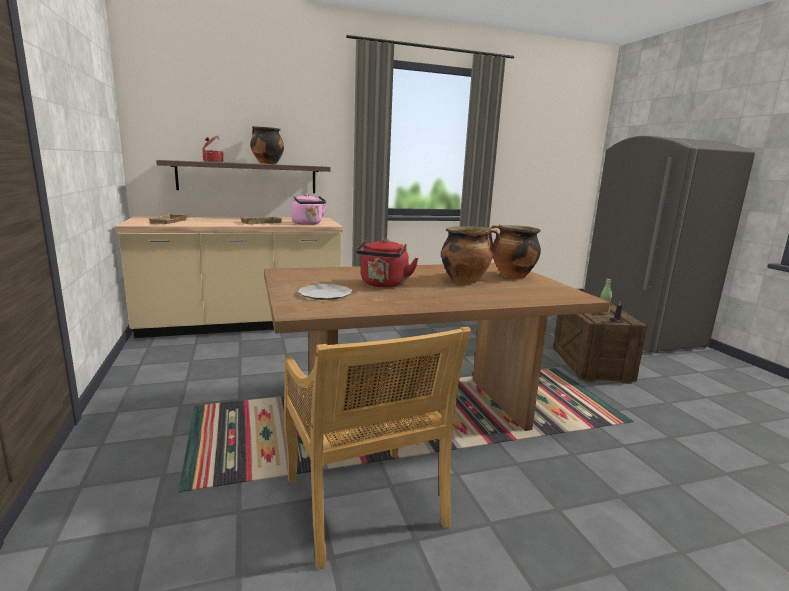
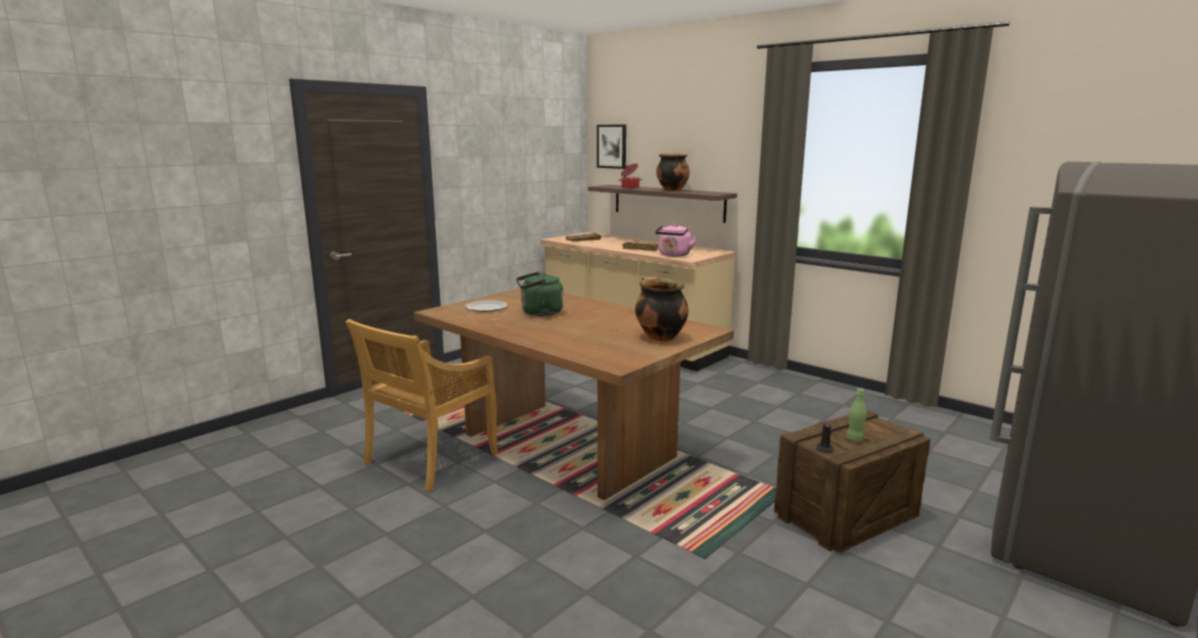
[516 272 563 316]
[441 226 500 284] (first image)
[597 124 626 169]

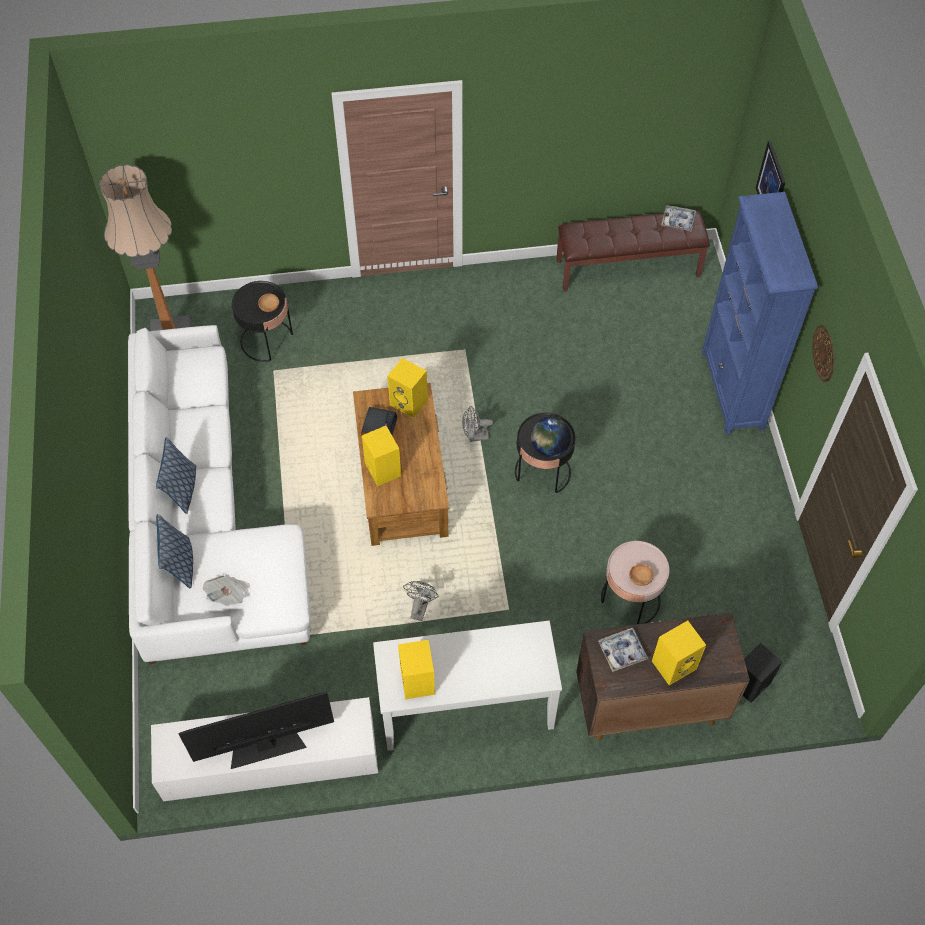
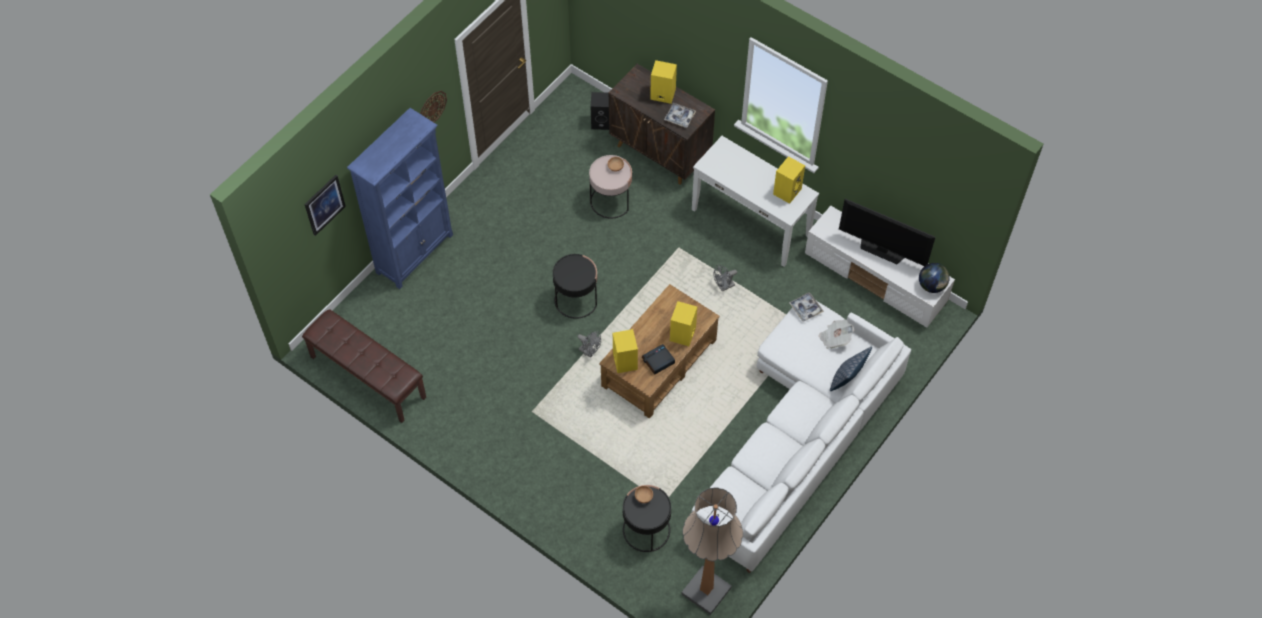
[156 437 196 514] (first image)
[919 263 950 293]
[789 292 824 322]

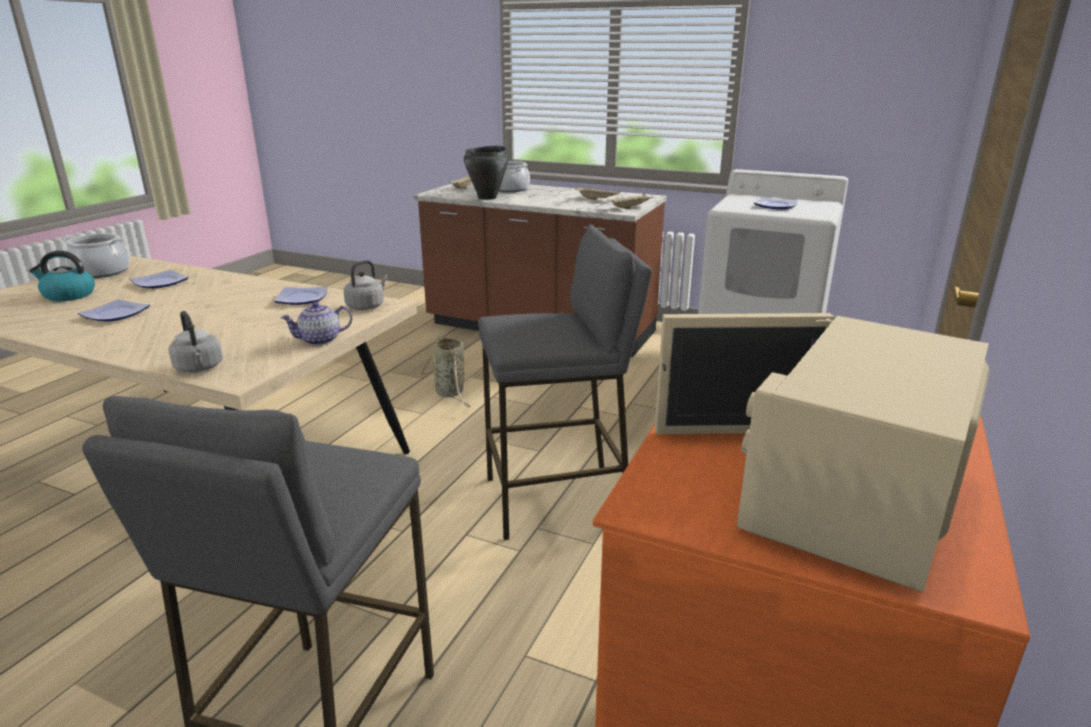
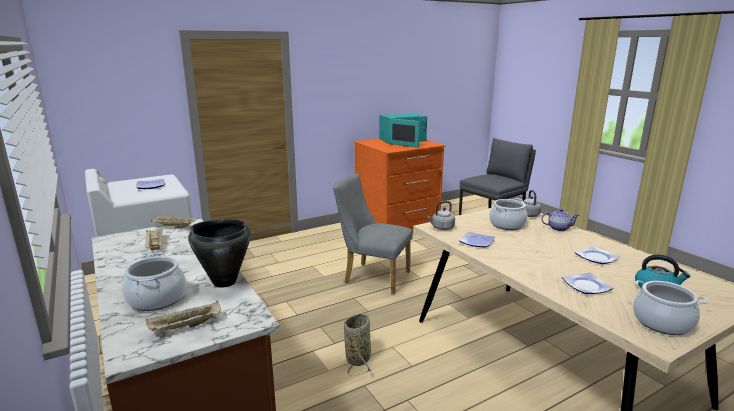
[542 209 579 231]
[333 173 413 294]
[379 113 427 148]
[489 198 527 230]

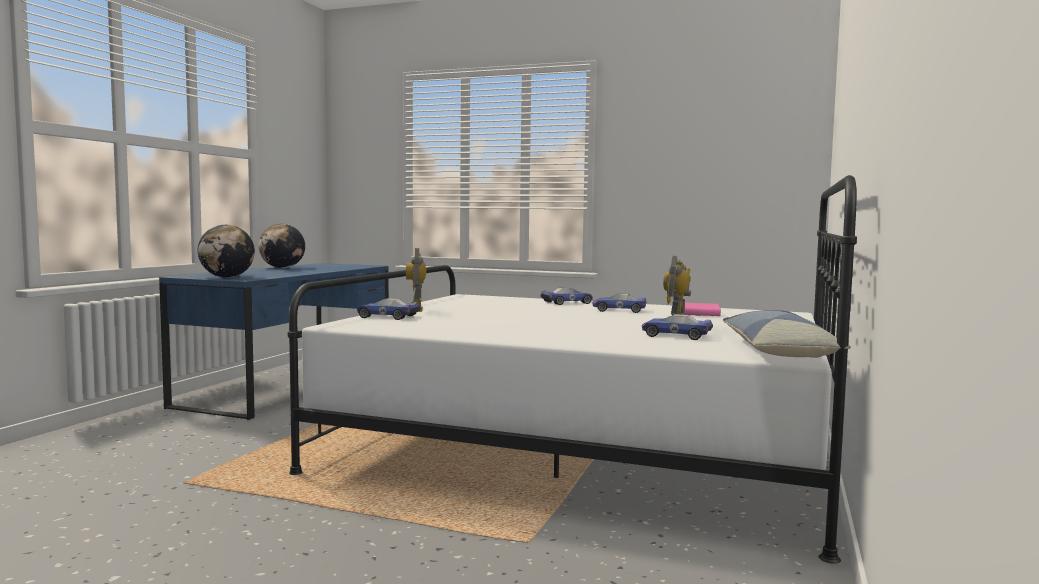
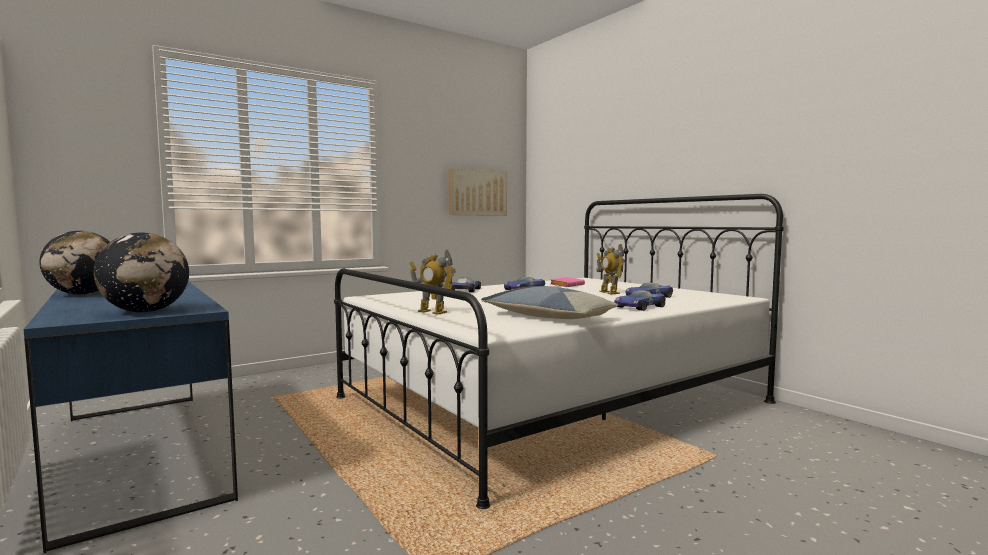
[615 290 666 311]
[481 286 619 319]
[449 168 507 216]

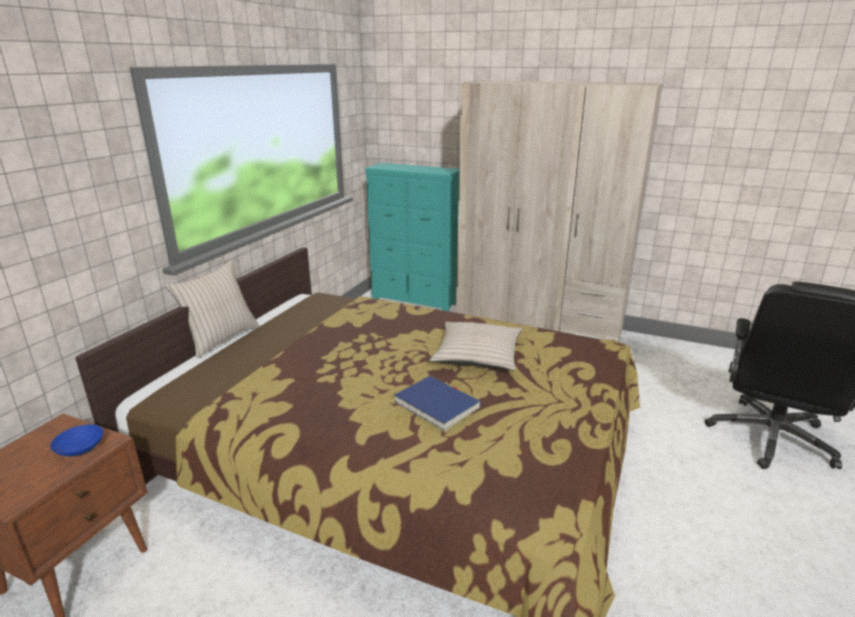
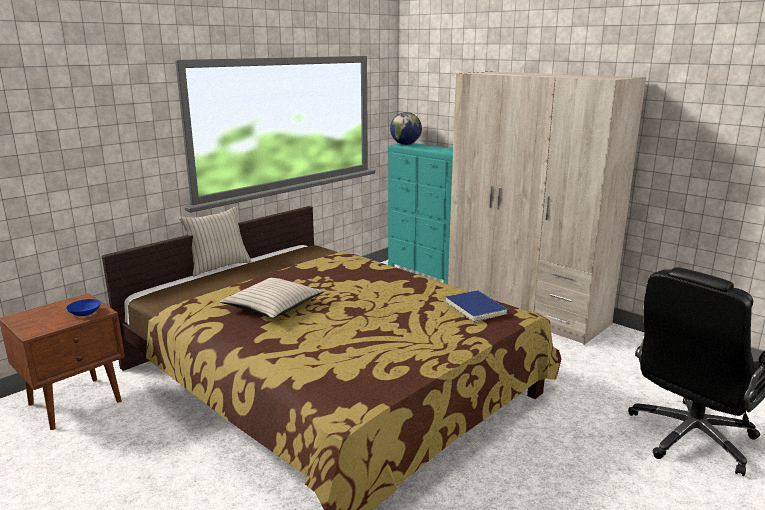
[445 290 509 323]
[220 278 324 318]
[390 112 422 145]

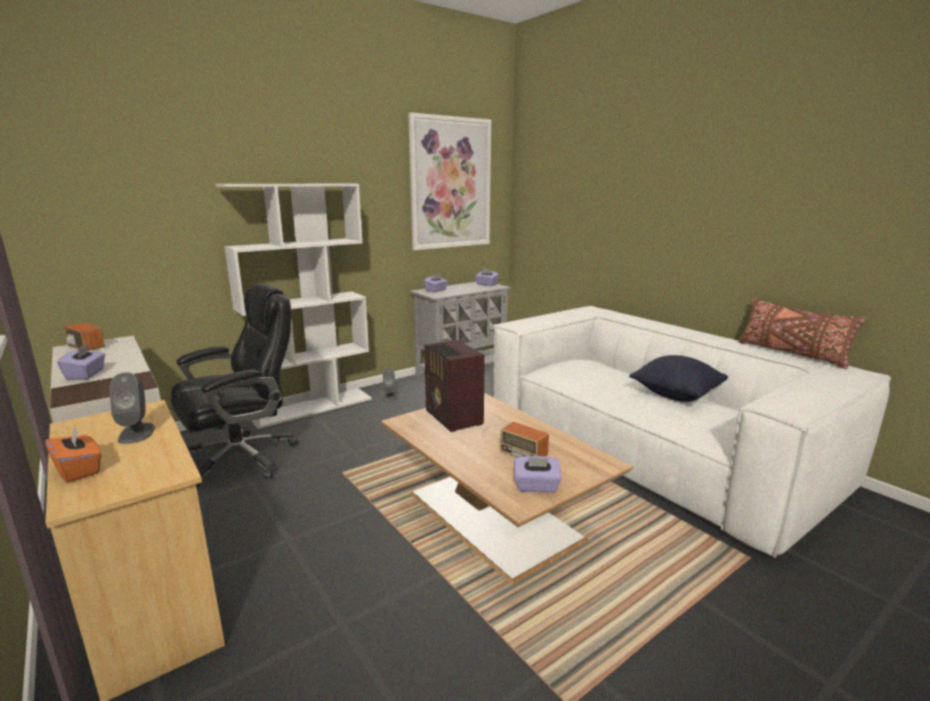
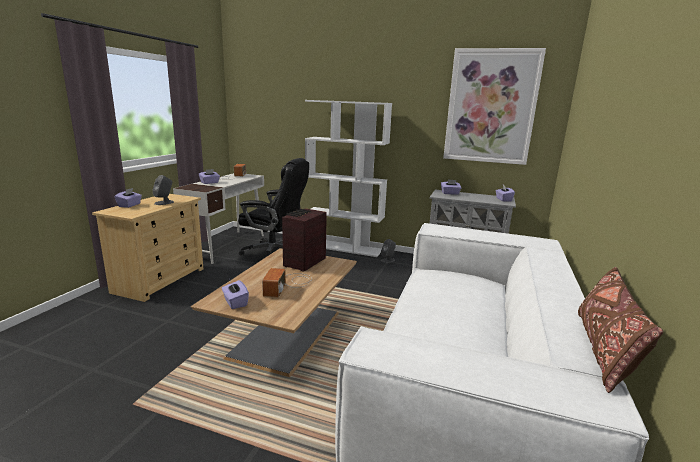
[115 188 142 208]
[629 355 728 402] (first image)

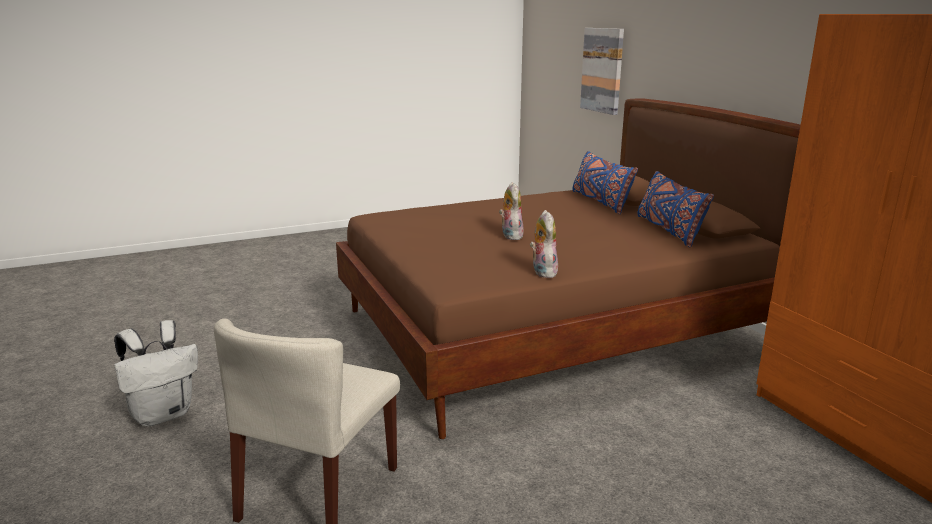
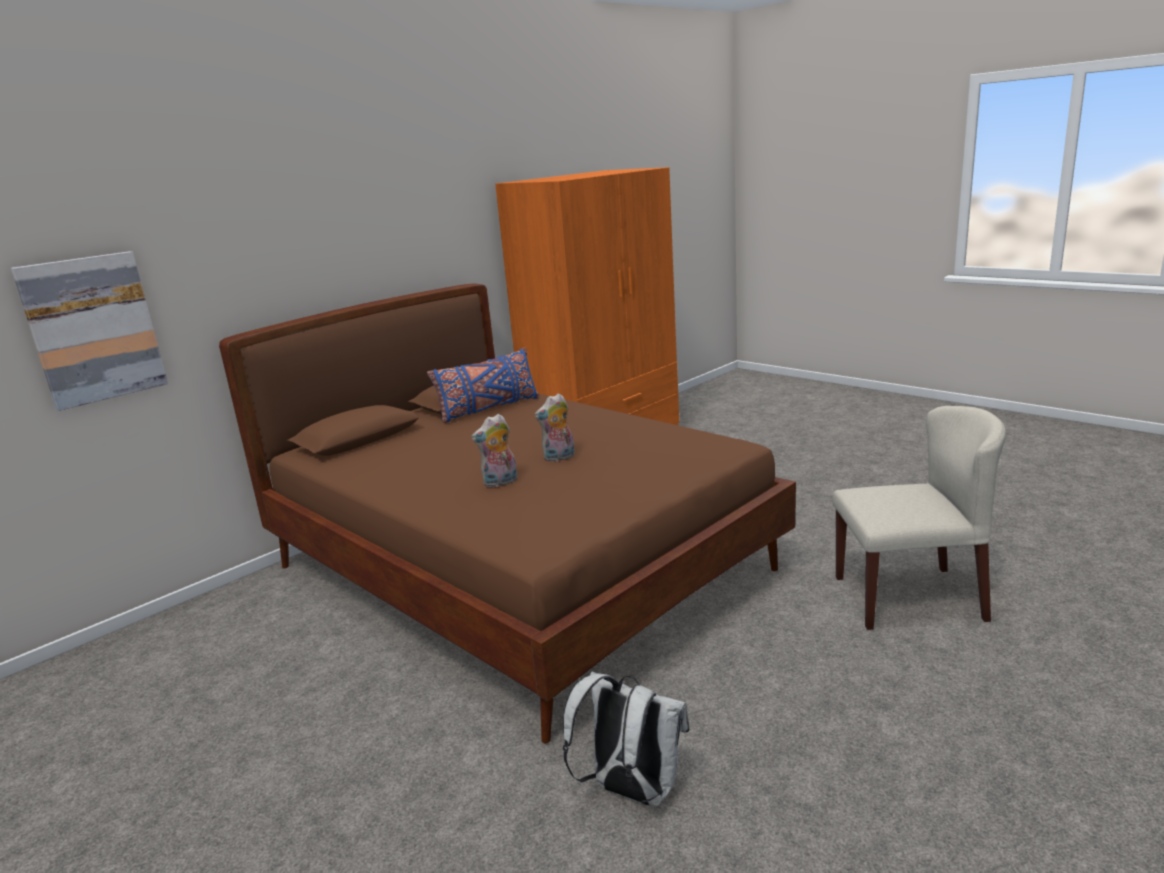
[563 671 689 807]
[471 414 517 487]
[572 151 638 215] (first image)

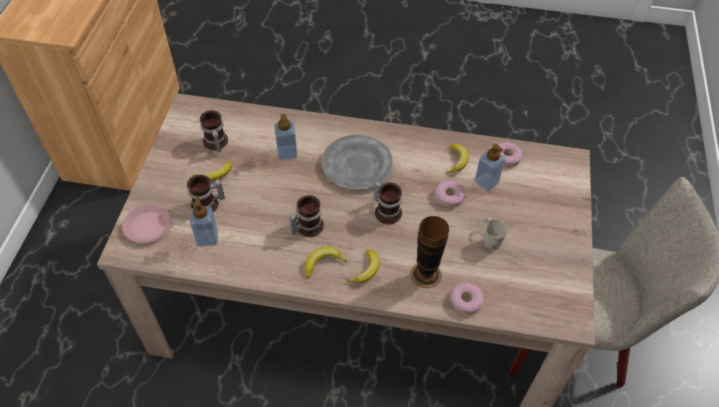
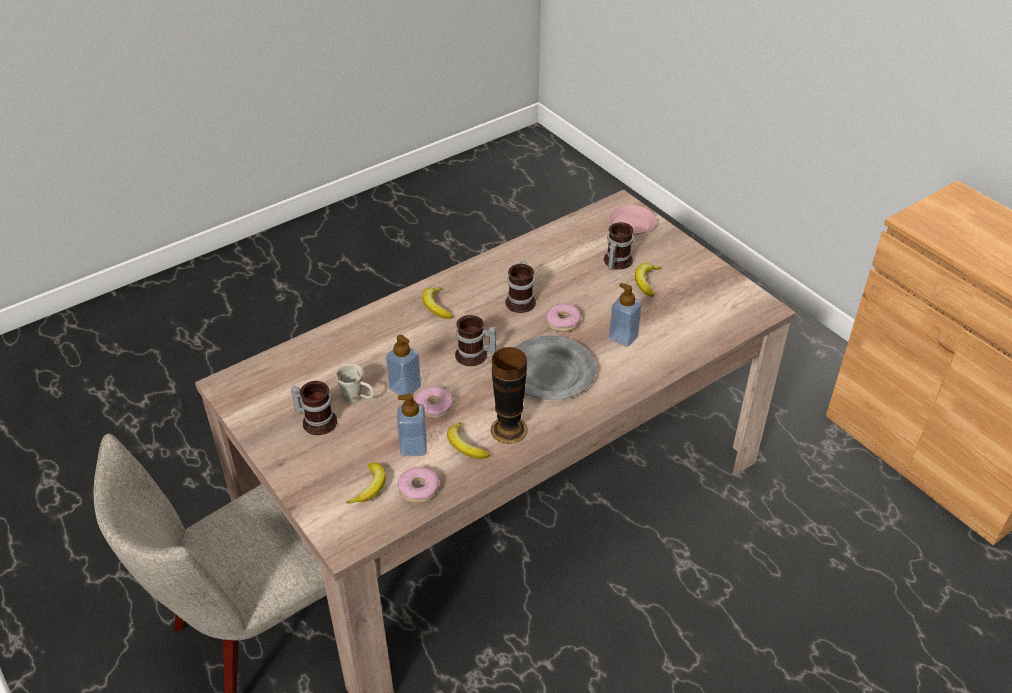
[386 335 421 395]
[291 381 337 435]
[346 463 386 504]
[491 347 528 444]
[545 304 581 332]

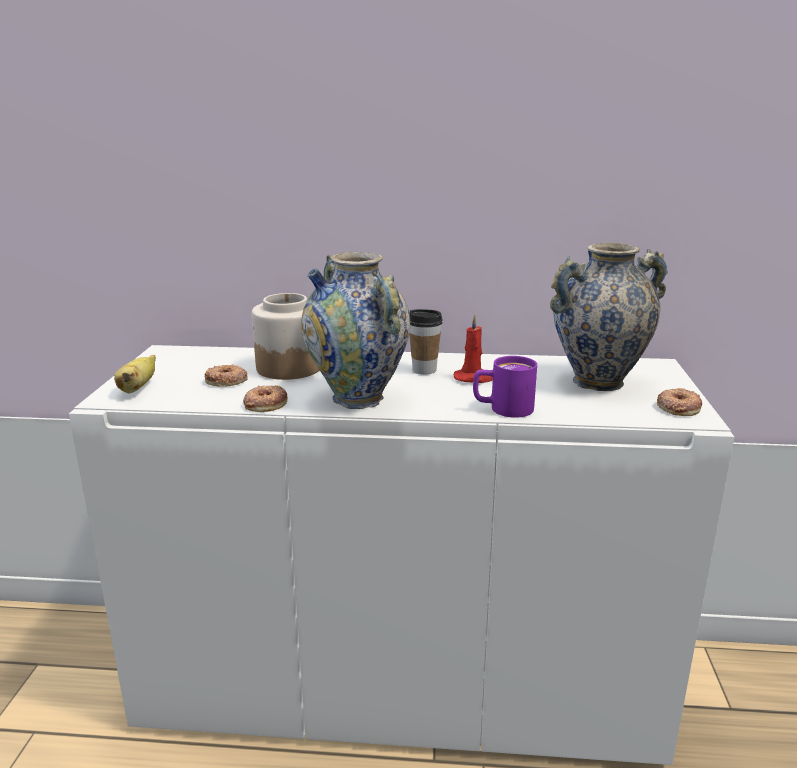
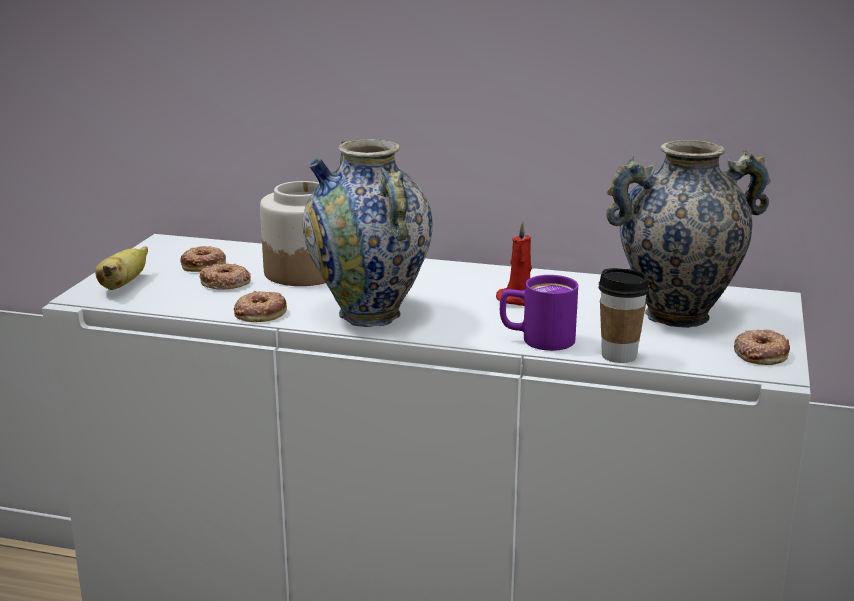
[598 268 650 363]
[180 246 226 272]

